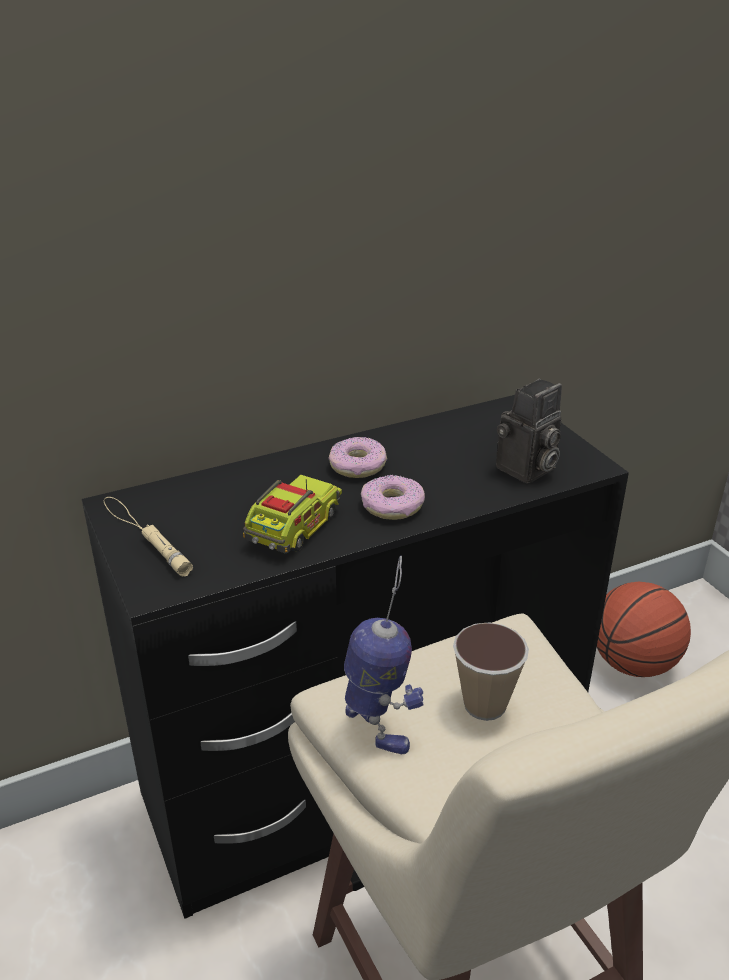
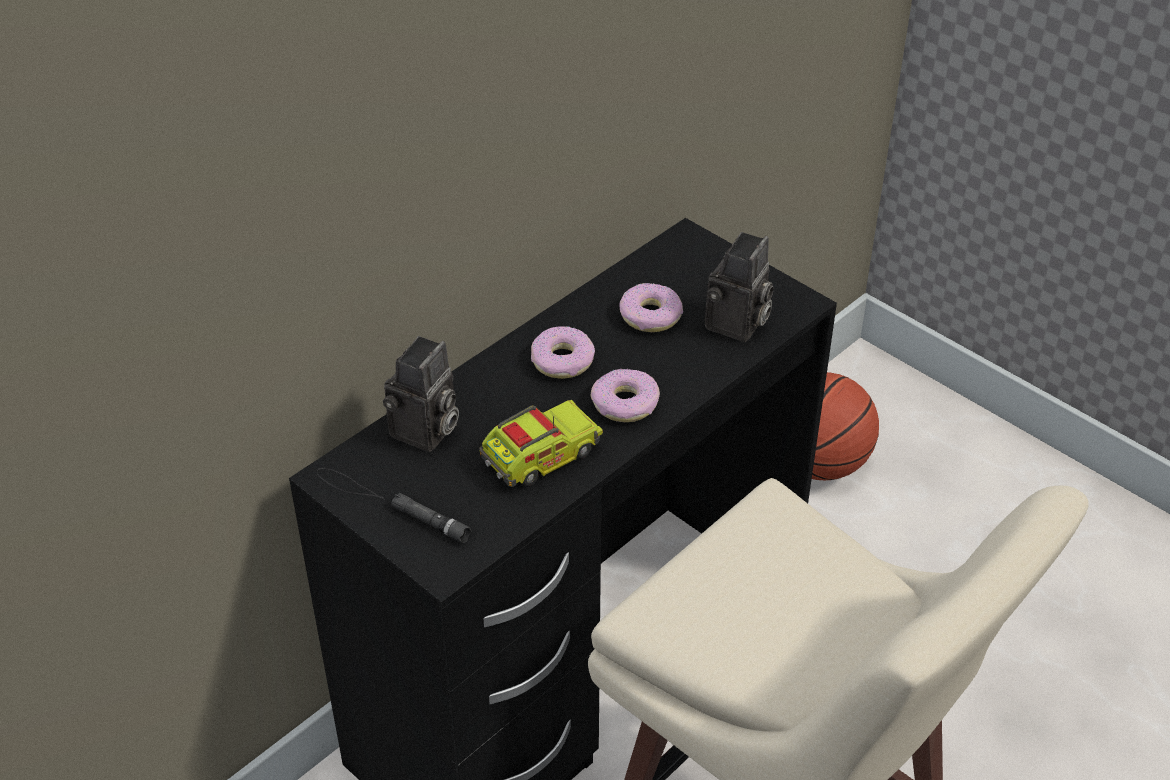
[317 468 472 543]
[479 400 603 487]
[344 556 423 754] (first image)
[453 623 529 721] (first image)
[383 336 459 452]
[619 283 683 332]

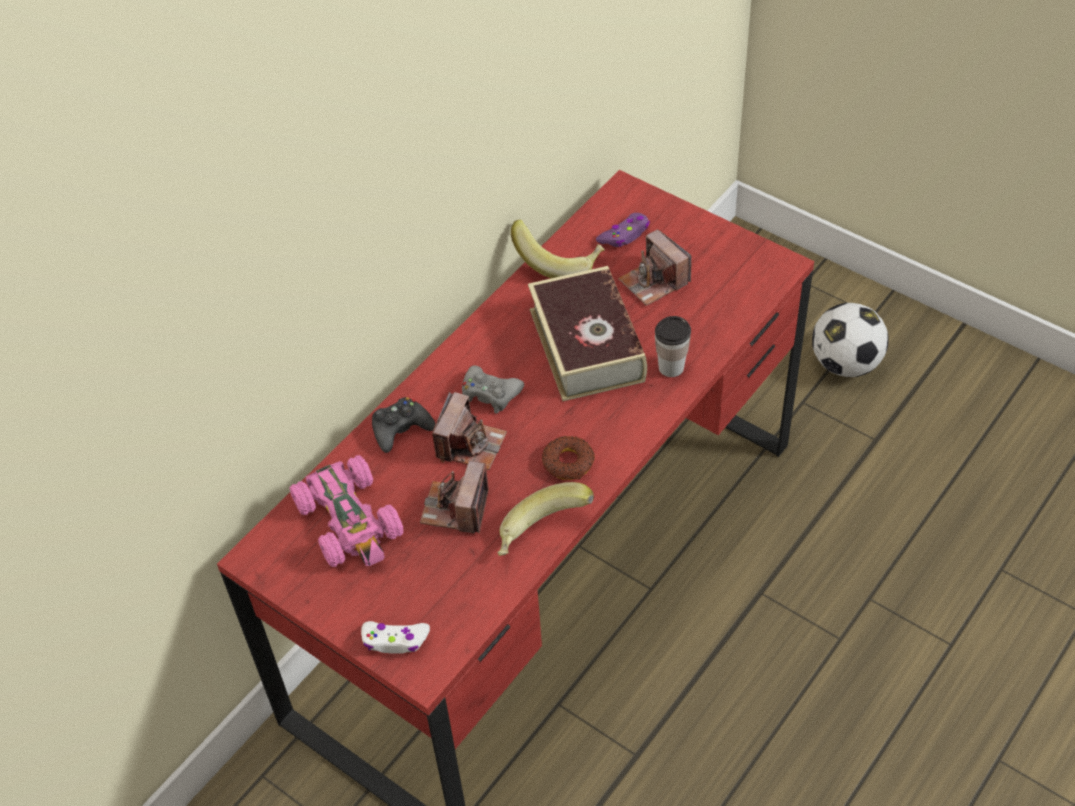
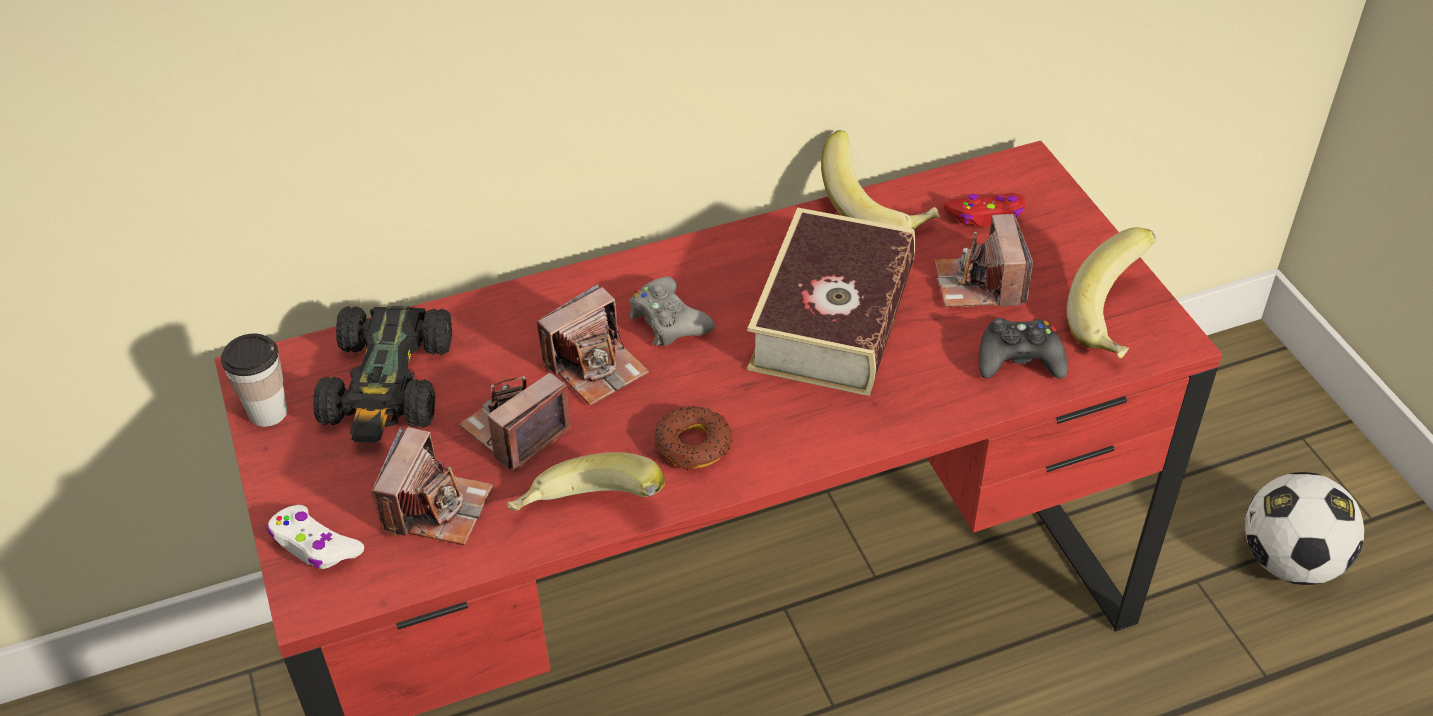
[313 305 452 443]
[979 318 1068 379]
[943 193 1025 227]
[221 333 287 427]
[371 427 493 545]
[1066 227 1156 359]

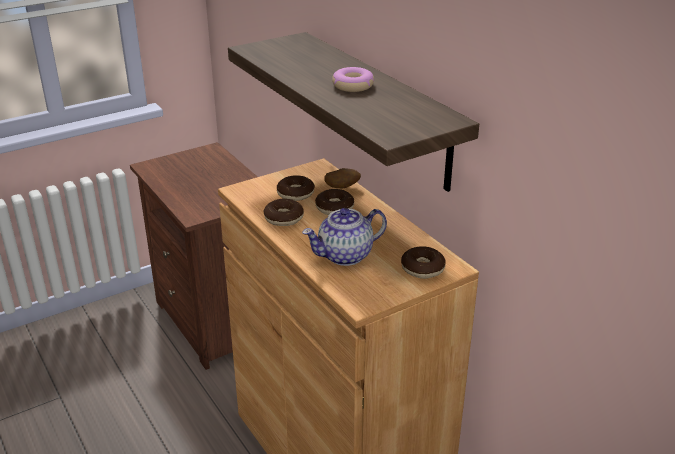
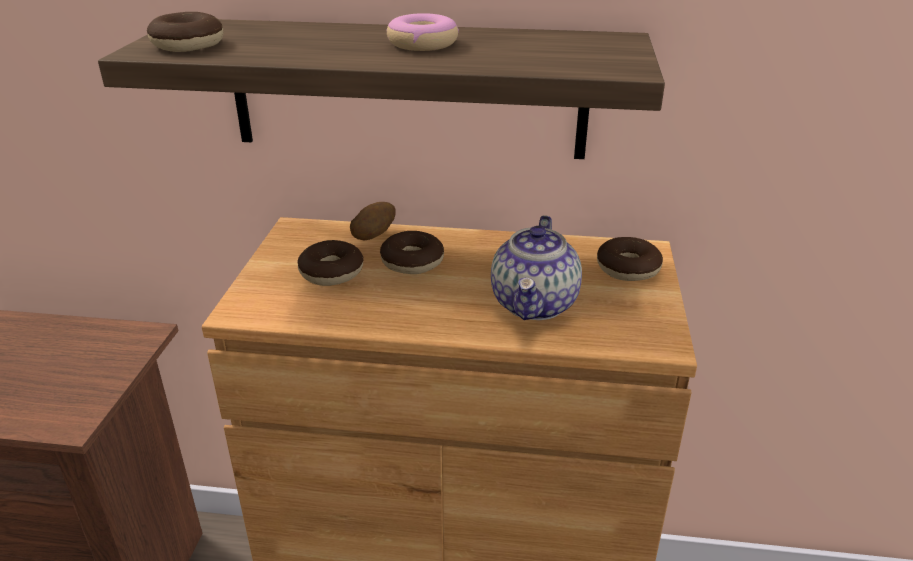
[147 12 224 52]

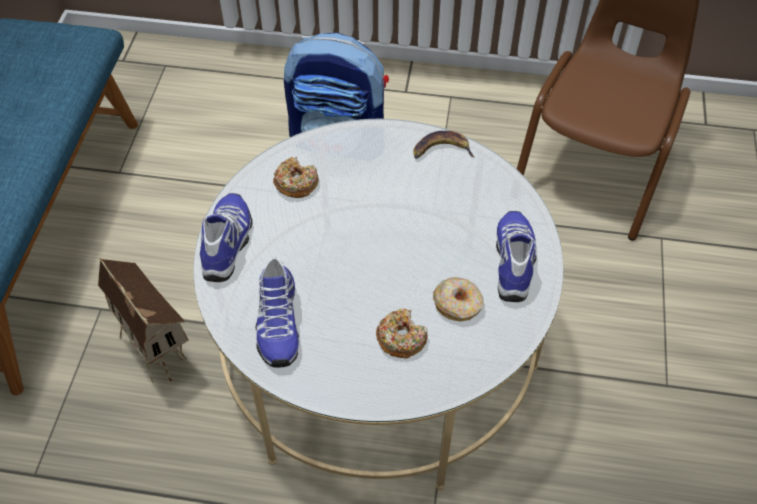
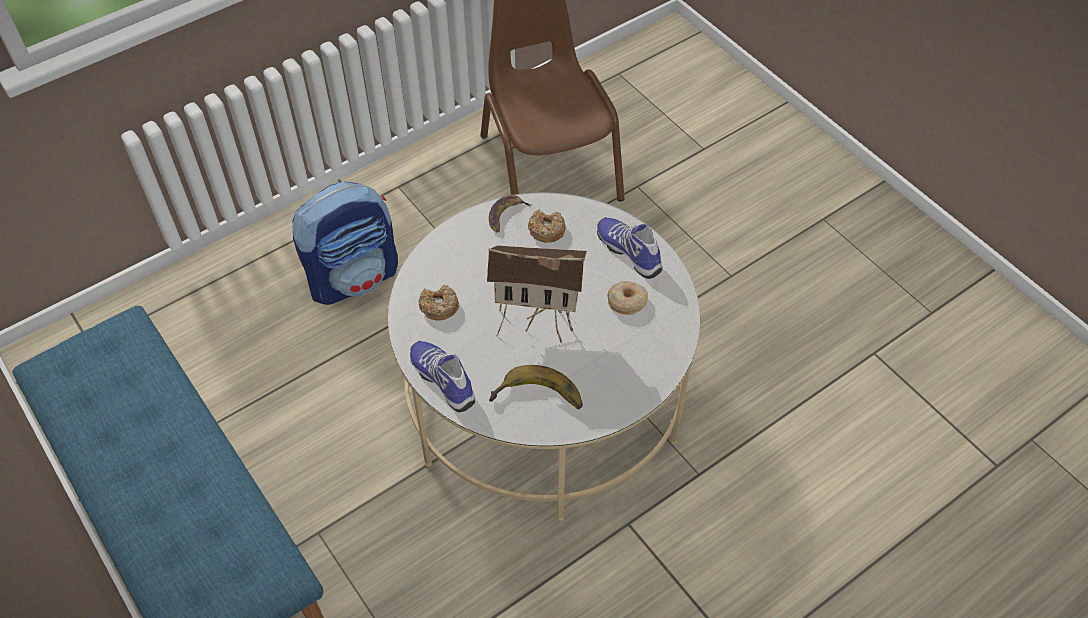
[487 245 587 342]
[489 365 583 410]
[528 209 566 243]

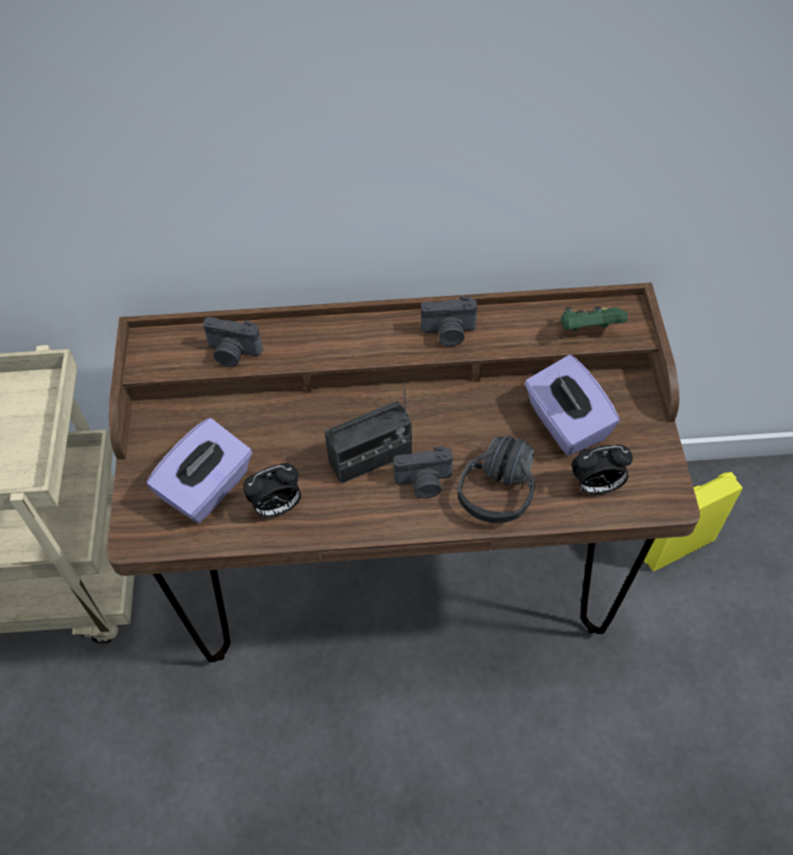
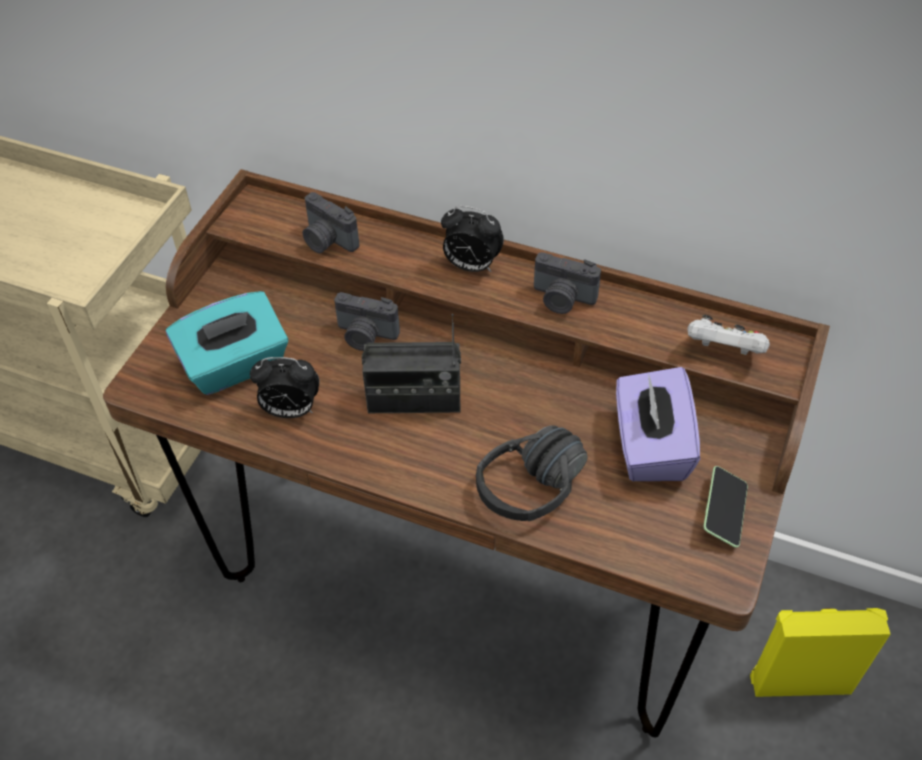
[166 291 288 395]
[334 292 400 351]
[687 315 770 355]
[441 206 504 272]
[703 466 748 548]

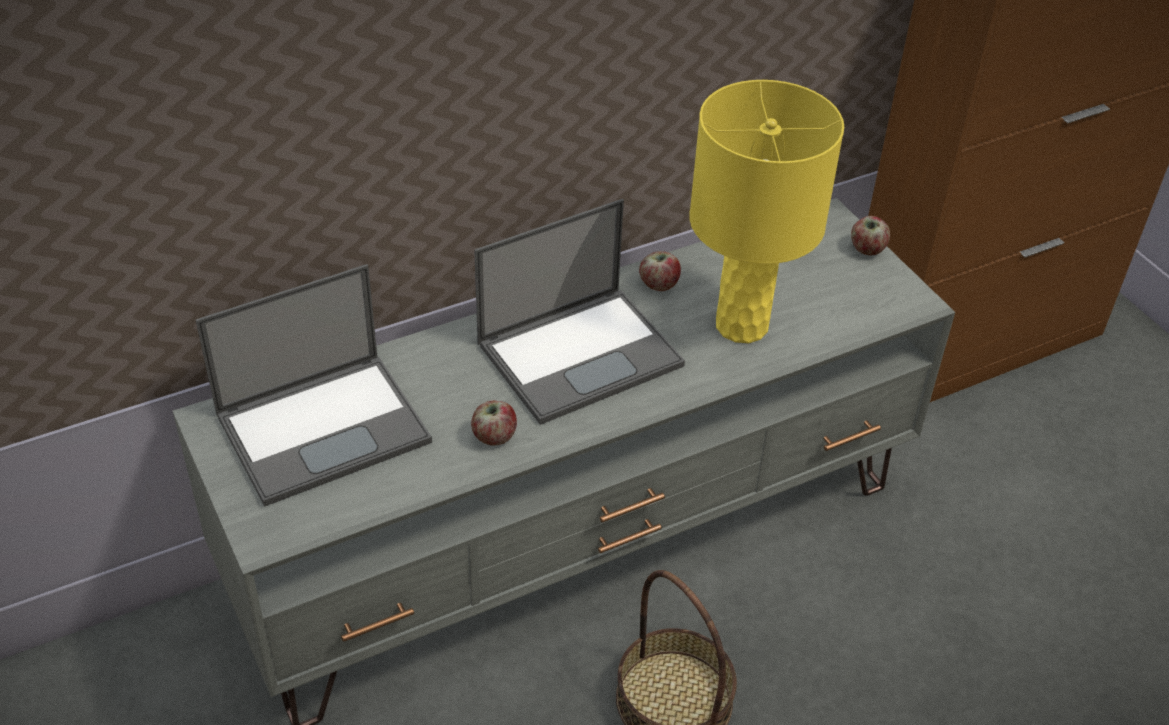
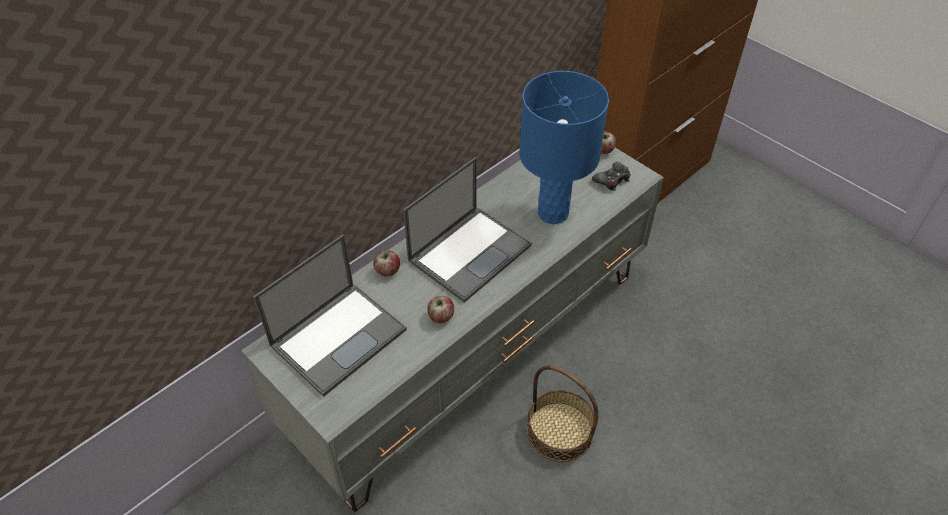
[373 250 400 276]
[519 71 609 224]
[592 162 631 191]

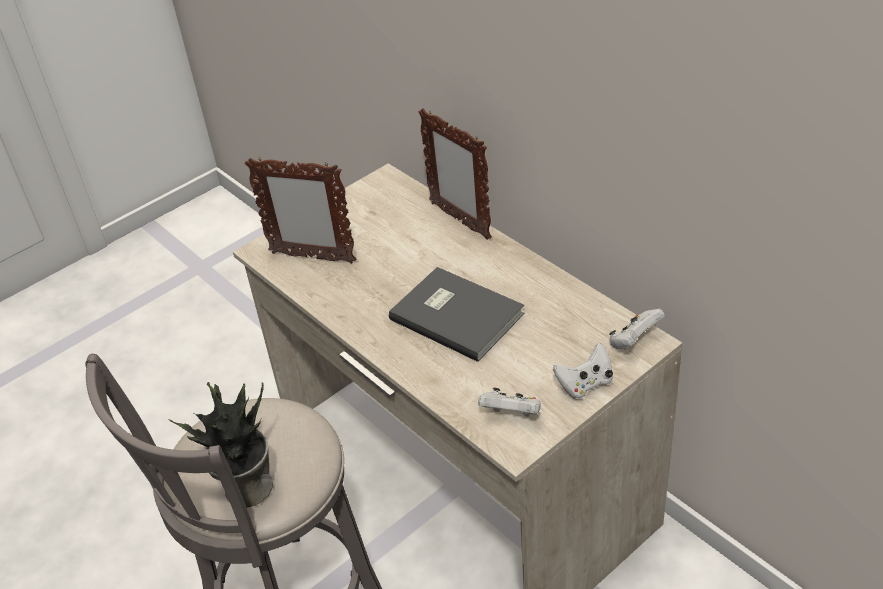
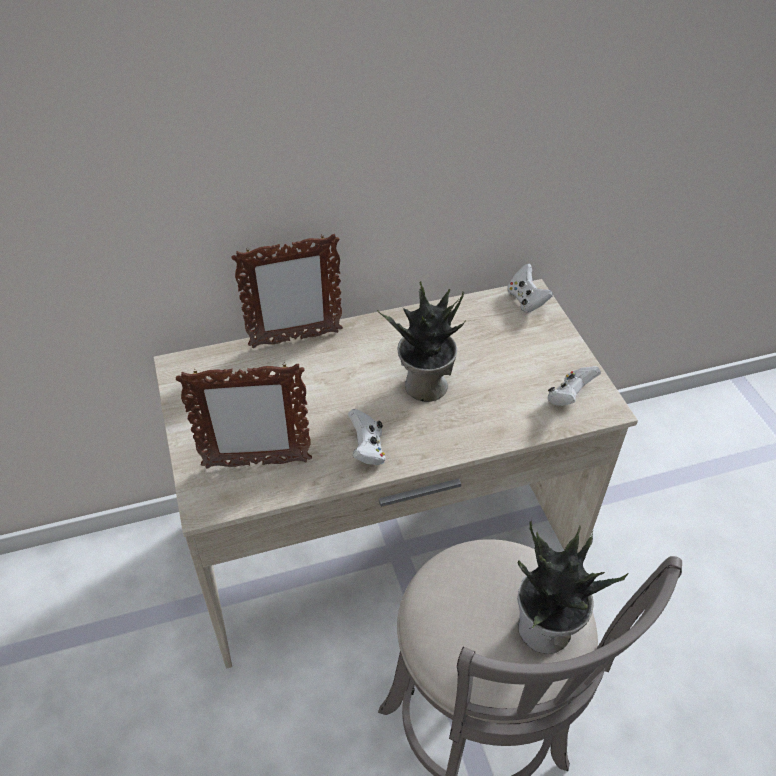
[176 363 312 469]
[376 281 467 402]
[348 409 386 465]

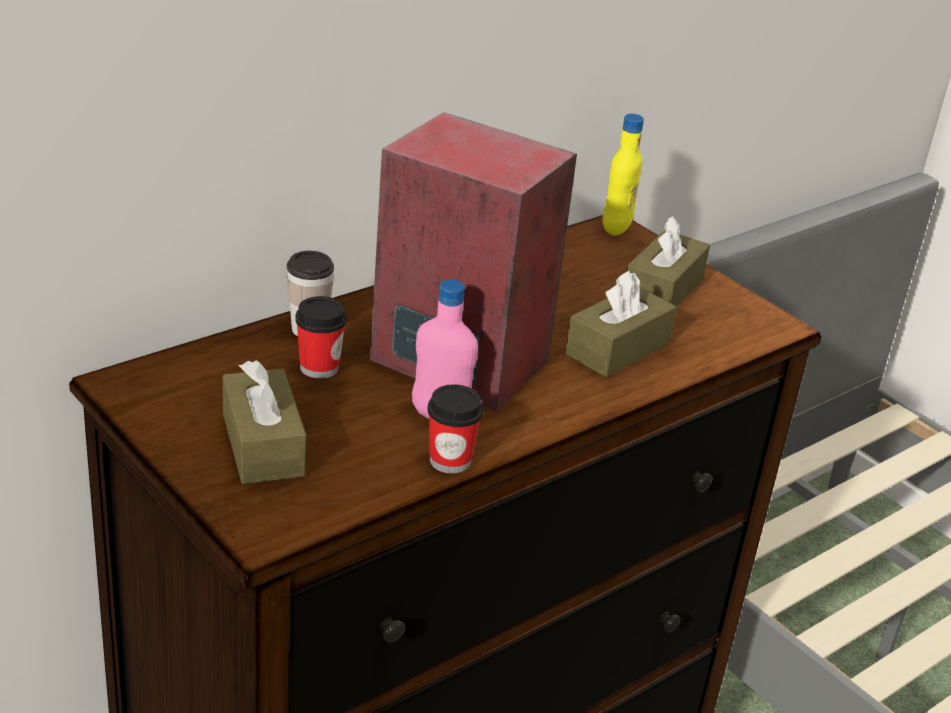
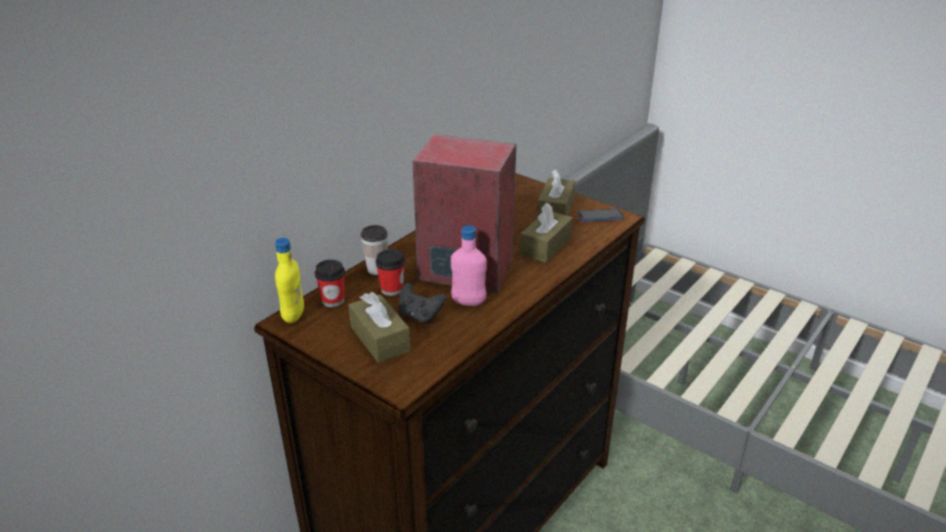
[315 260 345 307]
[275 238 304 323]
[399 283 446 324]
[578 208 624 222]

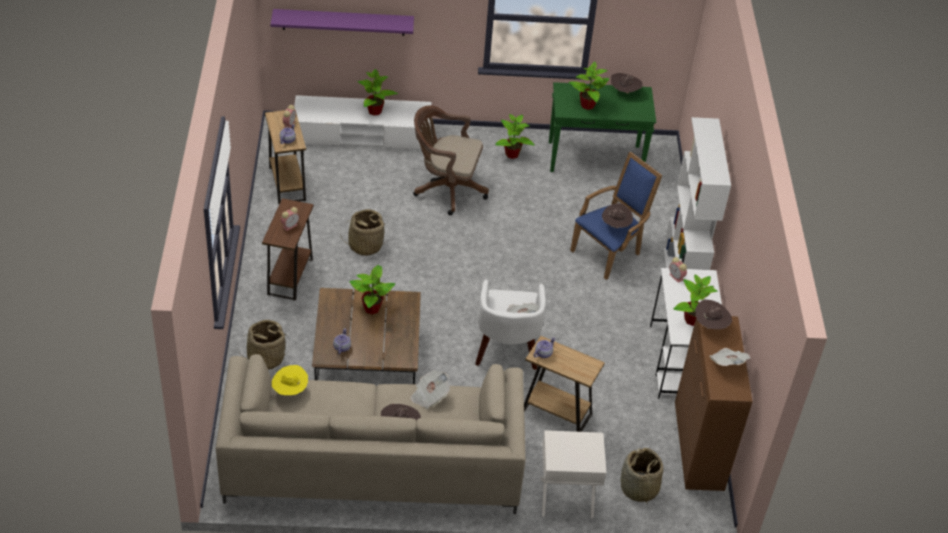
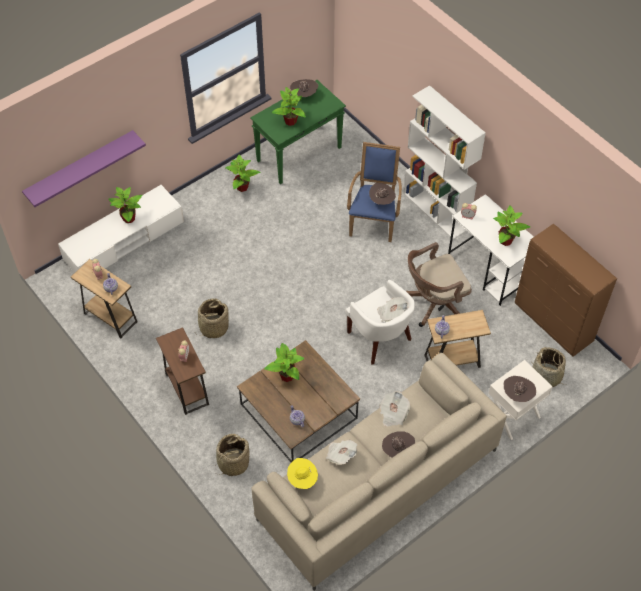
[406 242 472 327]
[504 376 536 402]
[326 440 357 465]

